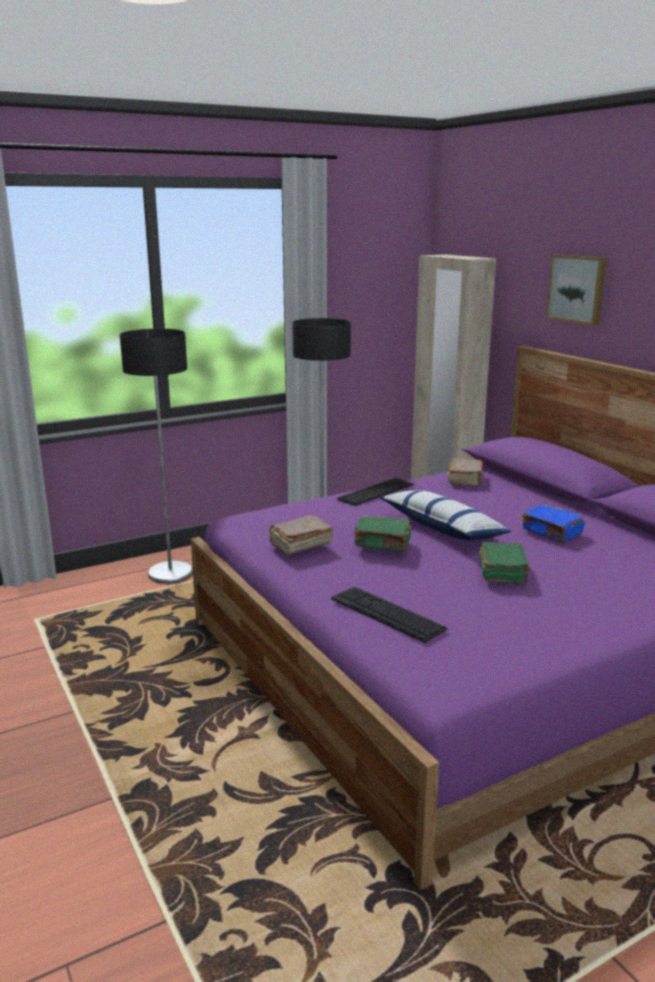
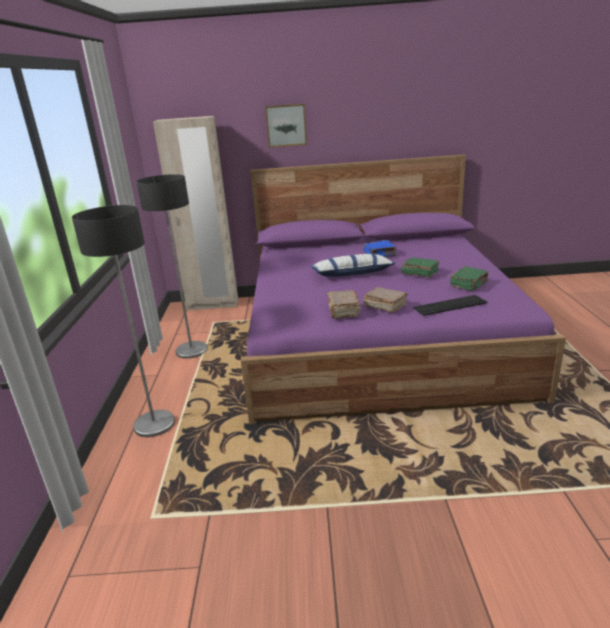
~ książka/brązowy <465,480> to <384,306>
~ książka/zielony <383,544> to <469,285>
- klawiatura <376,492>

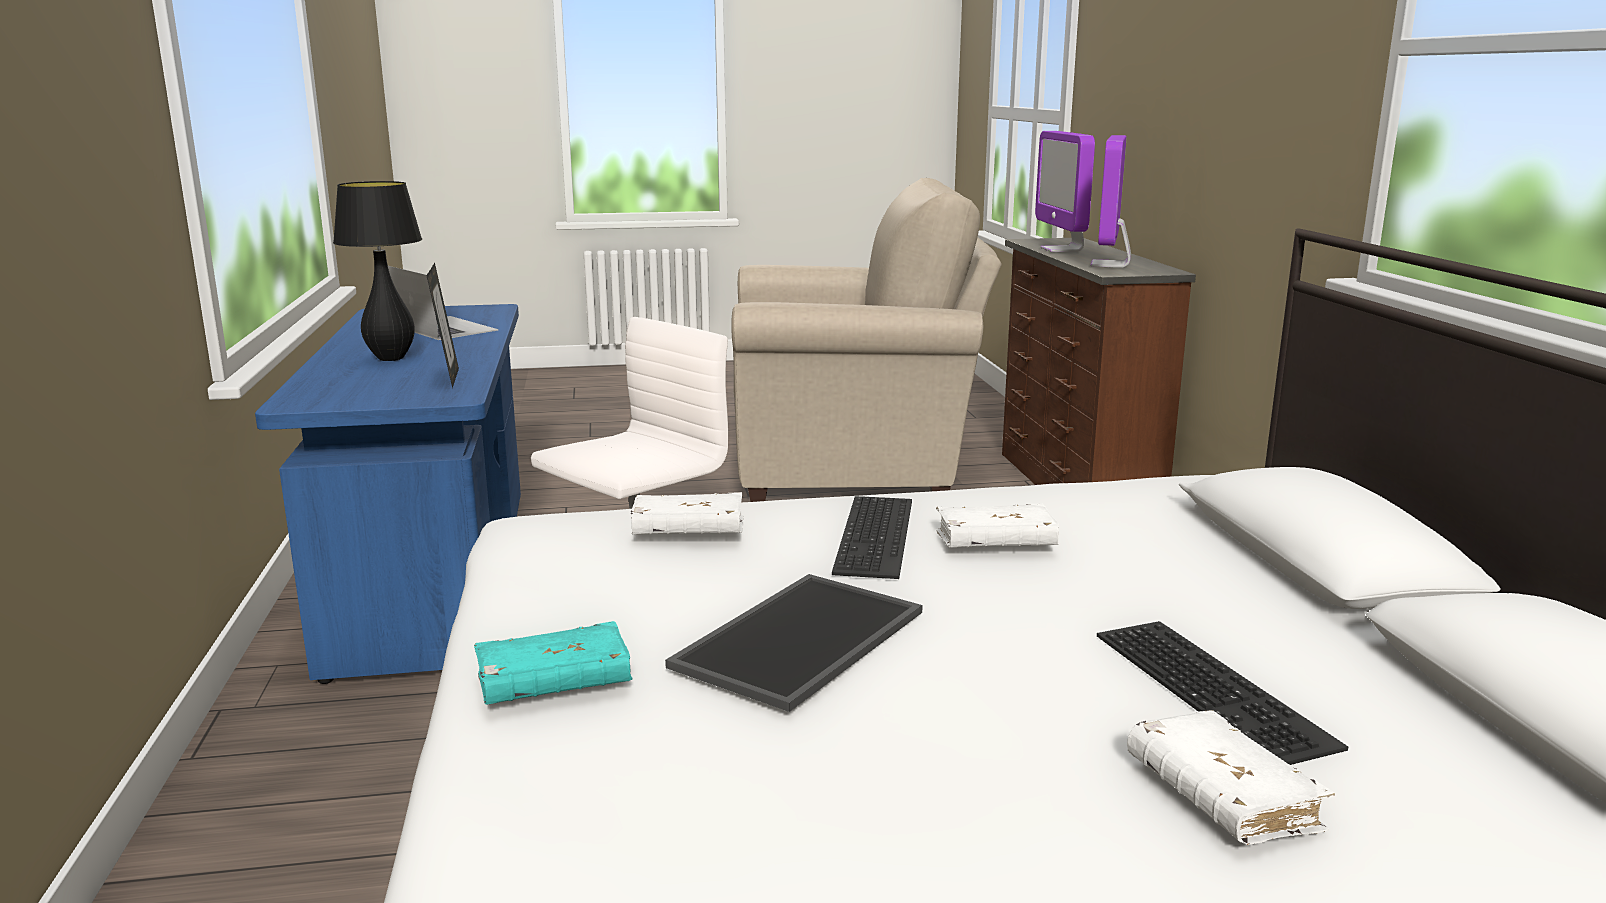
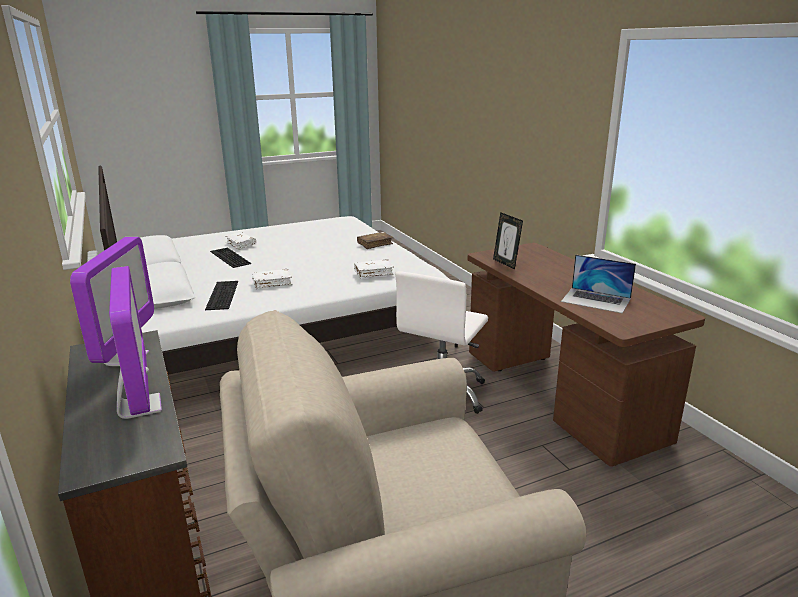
~ klawiatura <878,536> to <221,295>
~ książka/turkusowy <554,684> to książka/brązowy <375,244>
~ biurko/niebieski <434,577> to biurko/brązowy <558,395>
- lampa stołowa/czarny <391,358>
- taca <802,641>

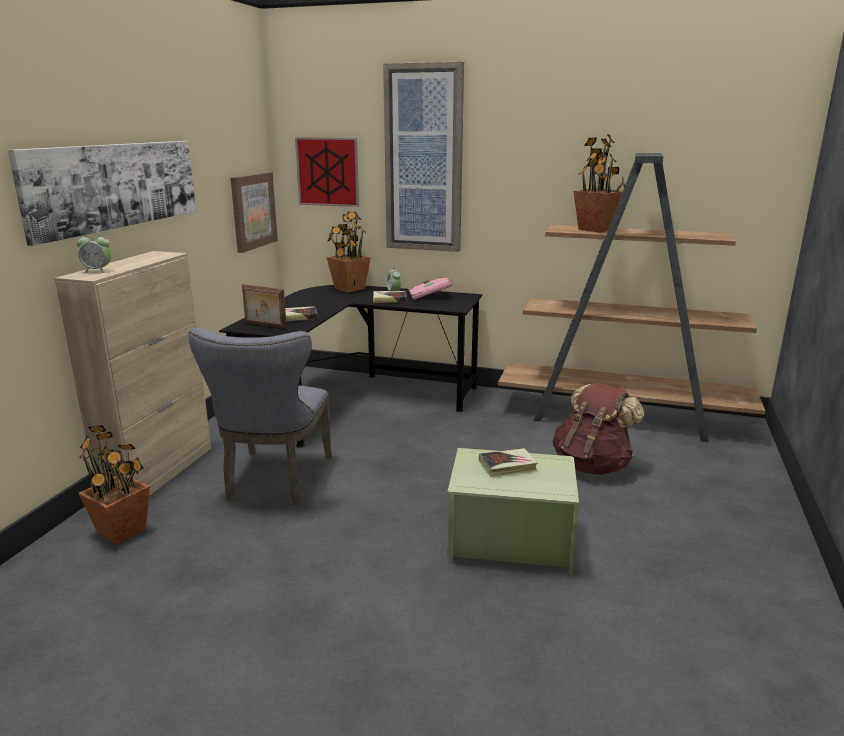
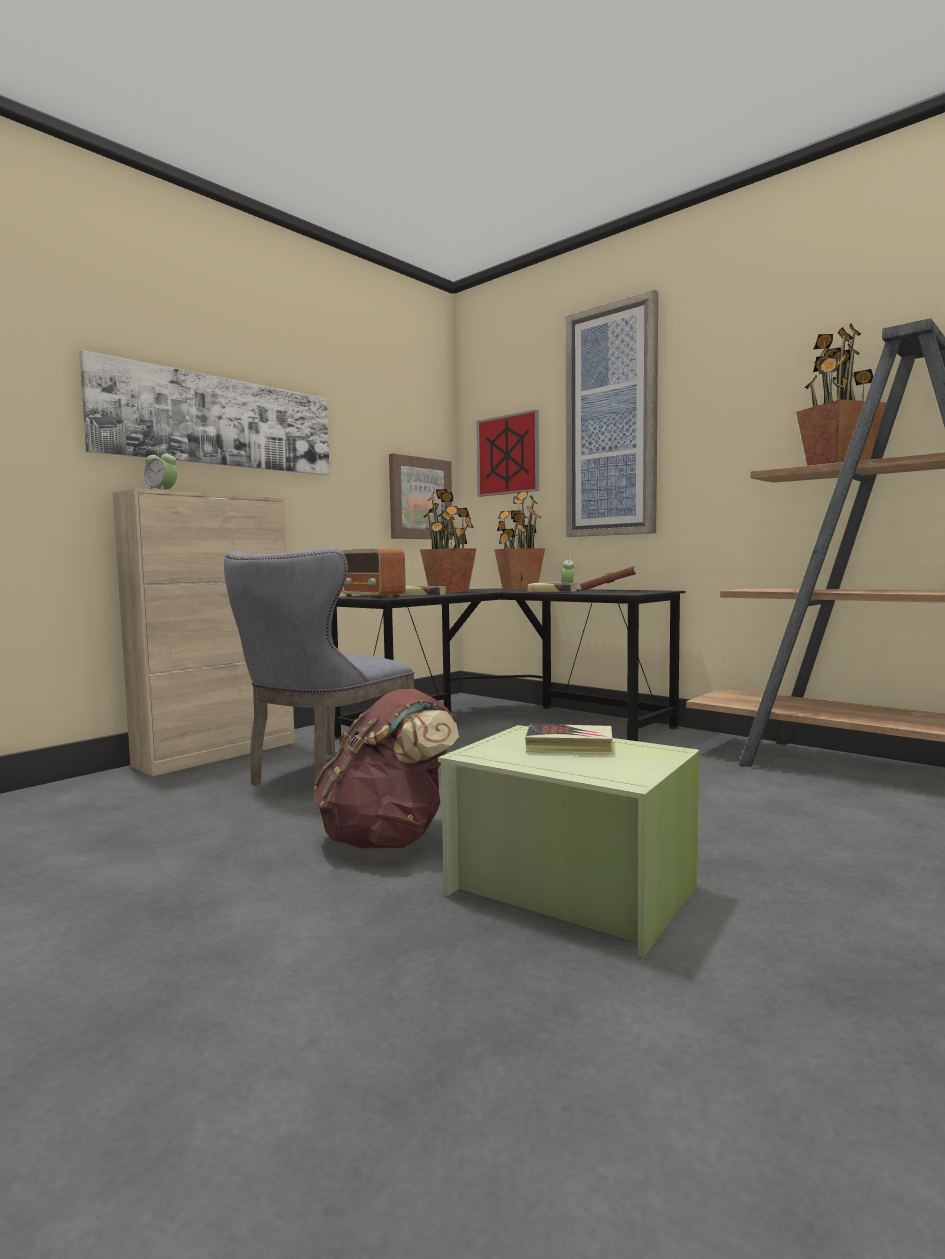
~ plecak/brązowy <592,465> to <388,839>
~ ramka na zdjęcie <265,325> to radio <372,596>
~ roślina doniczkowa <123,531> to <449,592>
~ książka/różowy <429,296> to książka/brązowy <608,590>

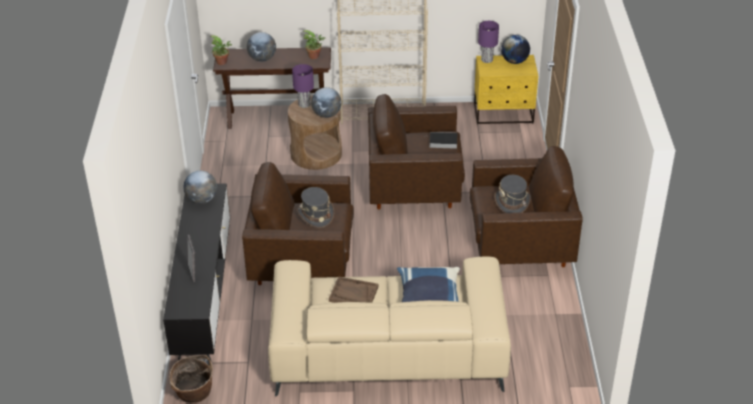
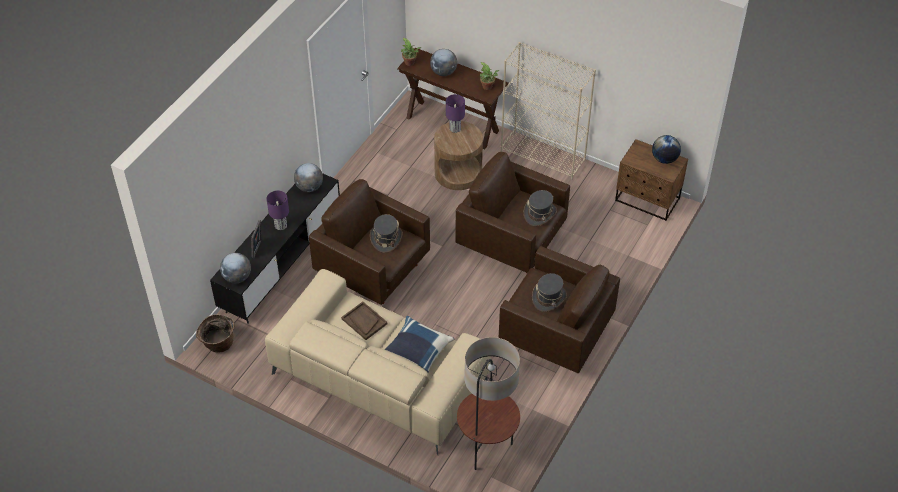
~ globus <327,114> to <237,277>
~ lampa stołowa/fioletowy <487,60> to <280,226>
+ lampa stojąca <487,450>
~ książka <442,142> to kapelusz/szary <540,214>
~ szafka nocna/żółty <504,114> to szafka nocna/brązowy <647,200>

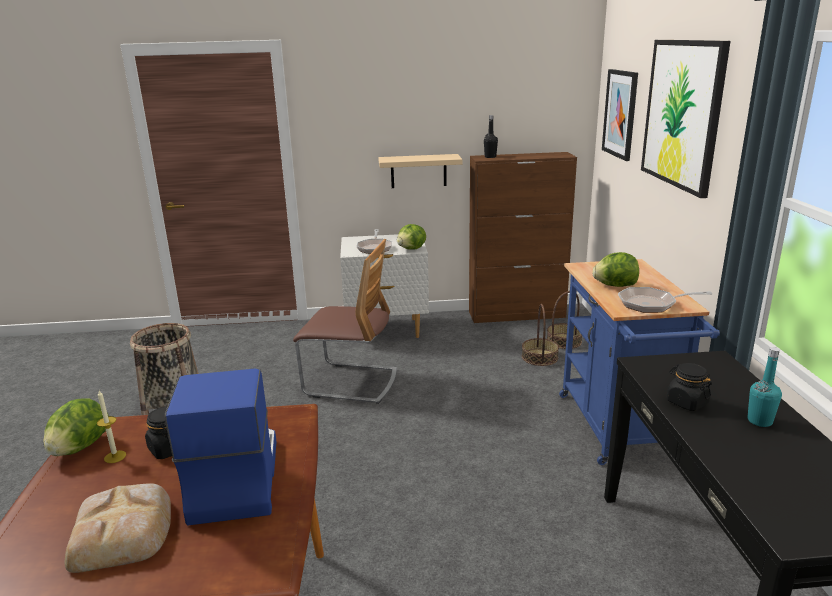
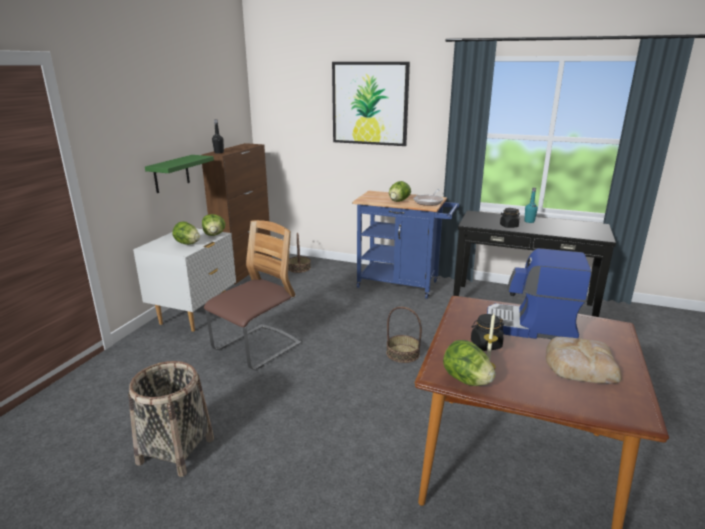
~ półka/beżowy <418,171> to półka/zielony <171,174>
~ patelnia <375,248> to sałata <187,244>
~ koszyk <540,357> to <403,353>
- obraz <620,114>

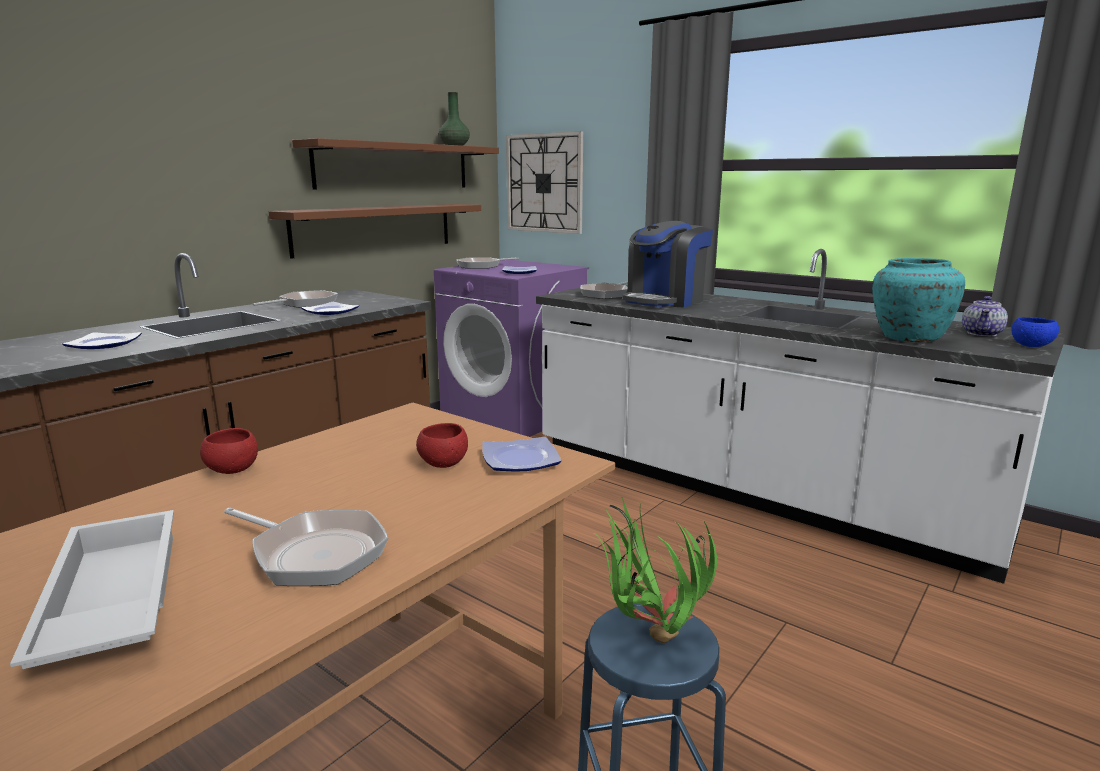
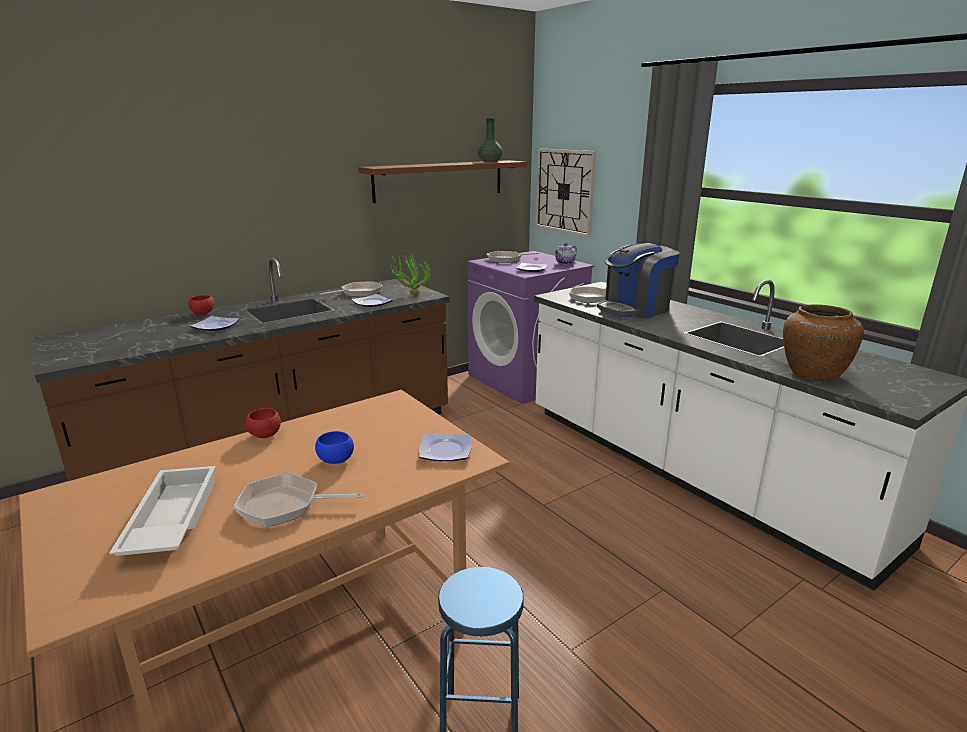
~ miska/czerwony <443,464> to <203,313>
~ patelnia <314,553> = <285,505> 135 degrees clockwise
~ miska/niebieski <1031,346> to <336,460>
~ roślina doniczkowa <648,641> to <410,295>
~ imbryk <982,333> to <565,263>
~ wazon/turkusowy <908,338> to wazon/brązowy <812,373>
- półka/brązowy <375,228>

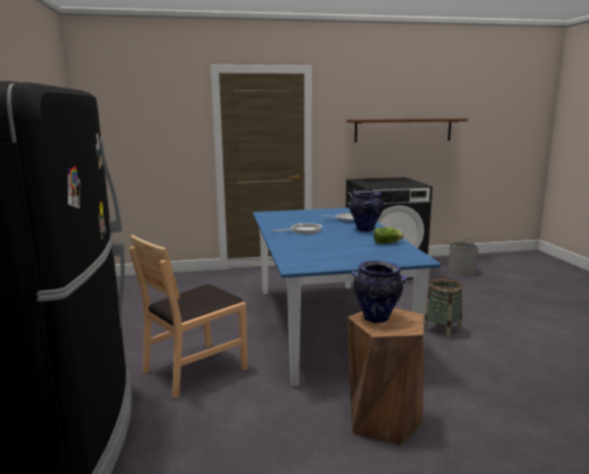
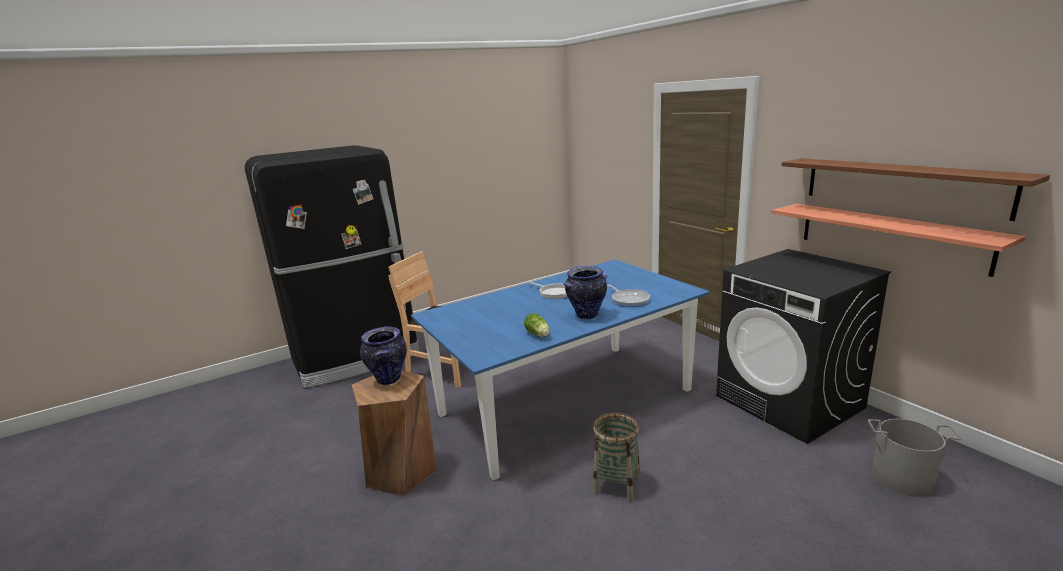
+ półka <889,236>

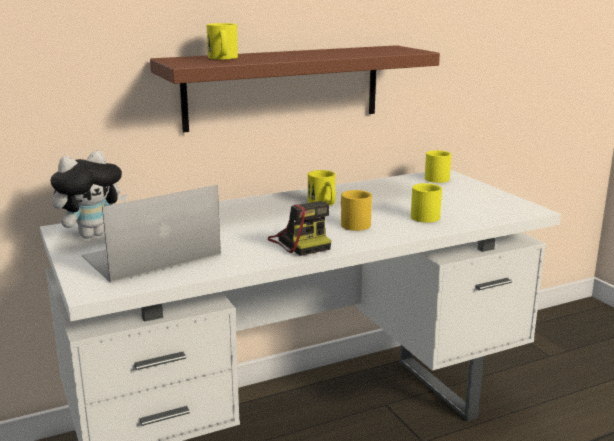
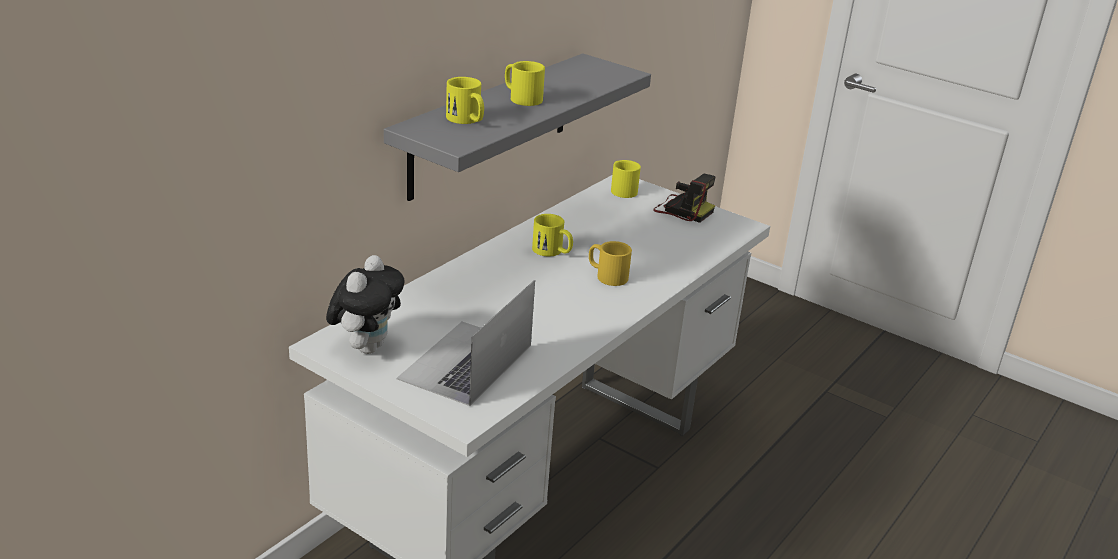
~ półka/brązowy <283,87> to półka/szary <491,125>
~ kubek/żółty <422,215> to <521,97>
~ aparat fotograficzny <300,243> to <682,210>

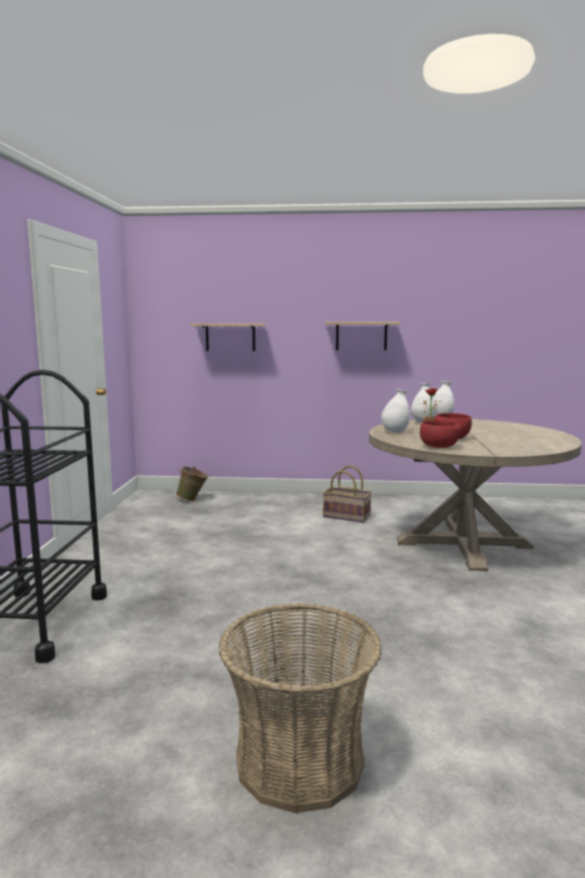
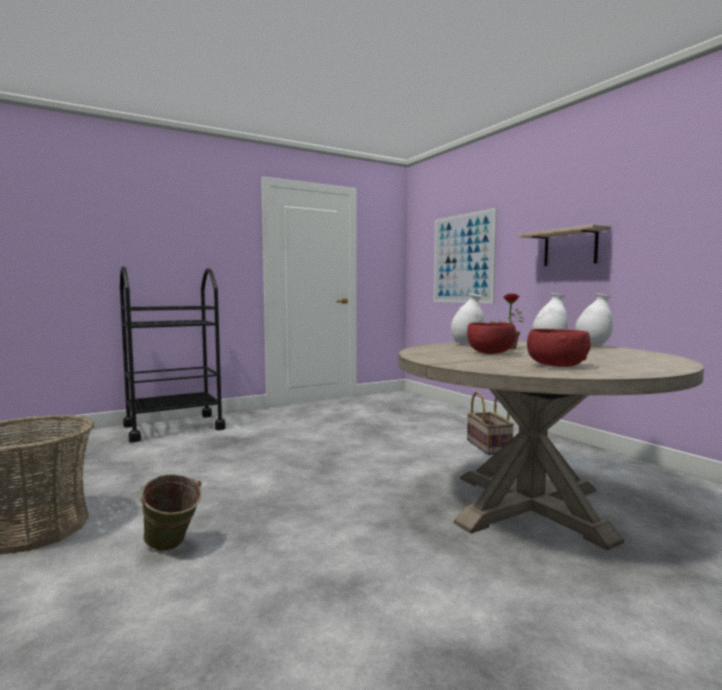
~ wiadro/zielony <193,500> to <171,548>
~ półka <230,337> to obraz <462,258>
~ miska/czerwony <438,447> to <556,366>

